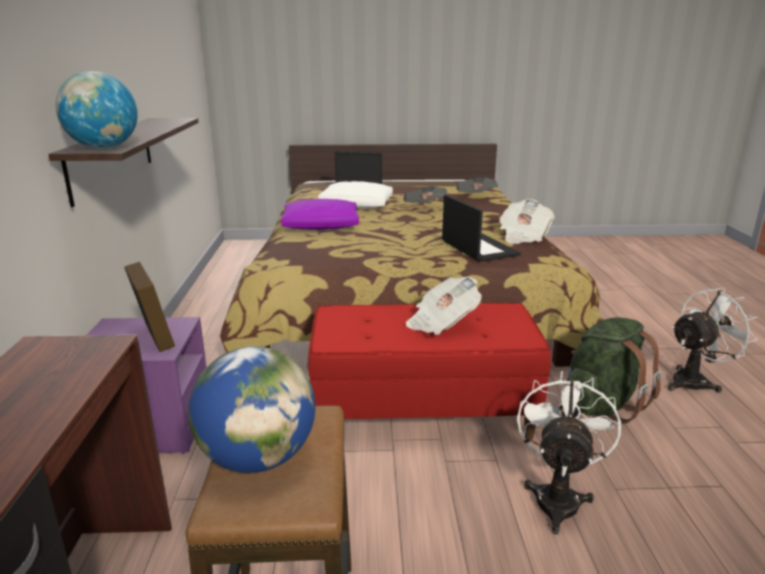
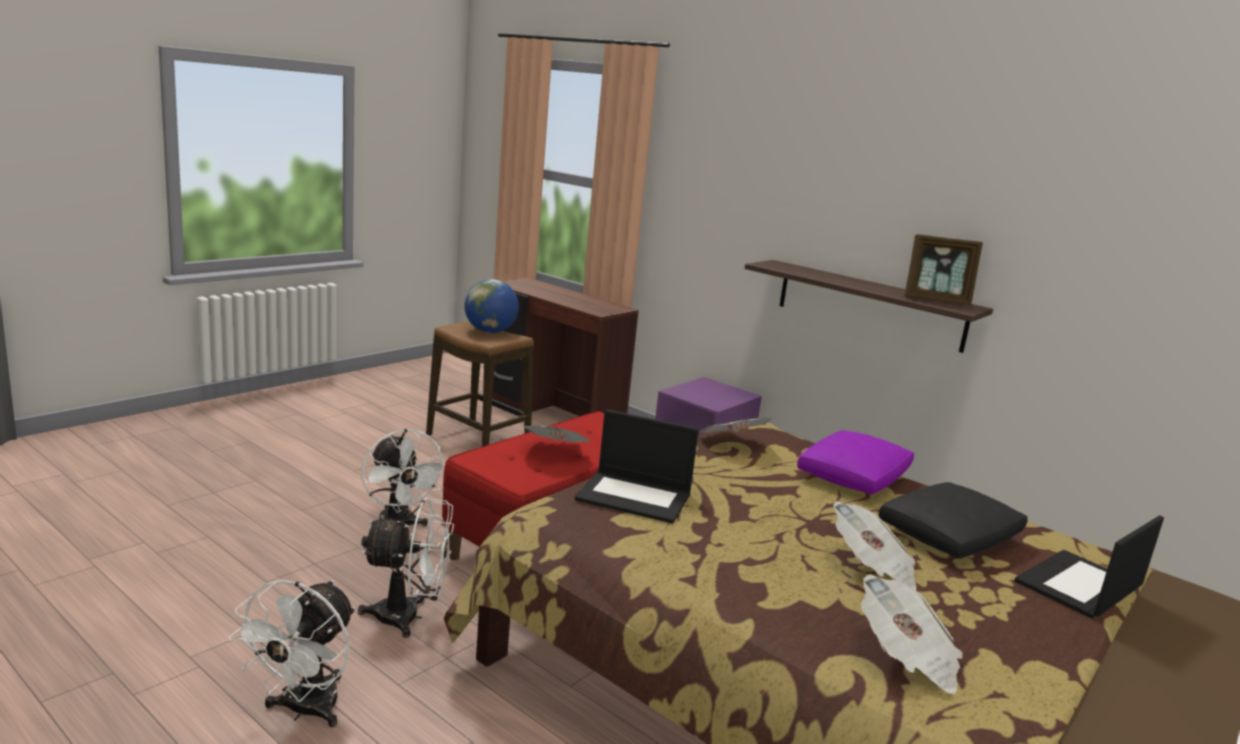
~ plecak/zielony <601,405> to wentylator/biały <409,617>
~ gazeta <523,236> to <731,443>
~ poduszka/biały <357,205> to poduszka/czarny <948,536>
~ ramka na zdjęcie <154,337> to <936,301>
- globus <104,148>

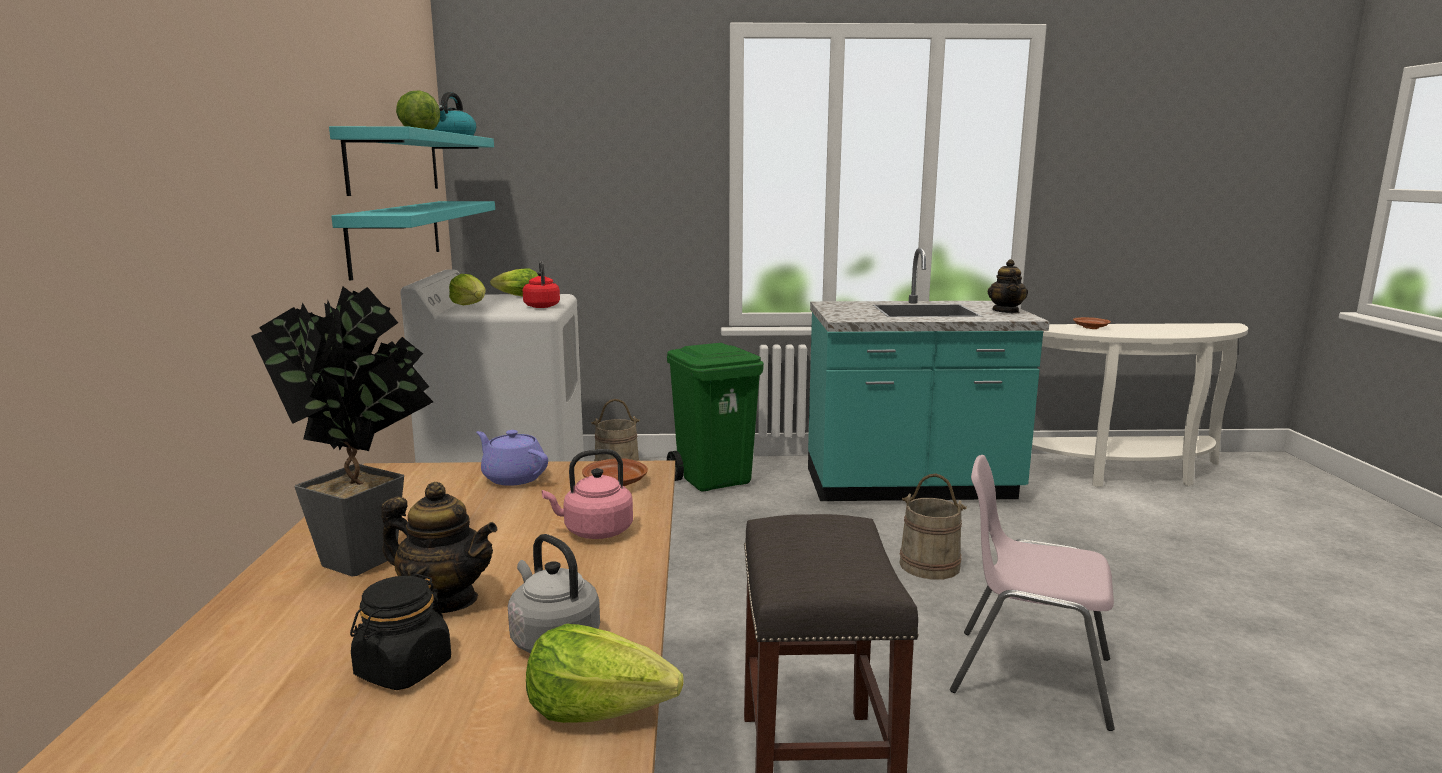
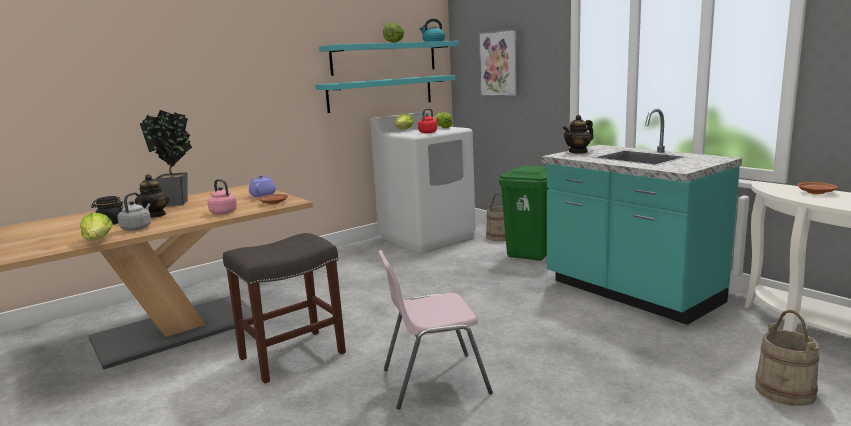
~ krzesło/różowy <1028,675> = <433,381> 90 degrees counterclockwise
+ obraz <500,63>
~ imbryk <1006,311> to <578,152>
~ wiadro/beżowy <929,565> to <785,390>

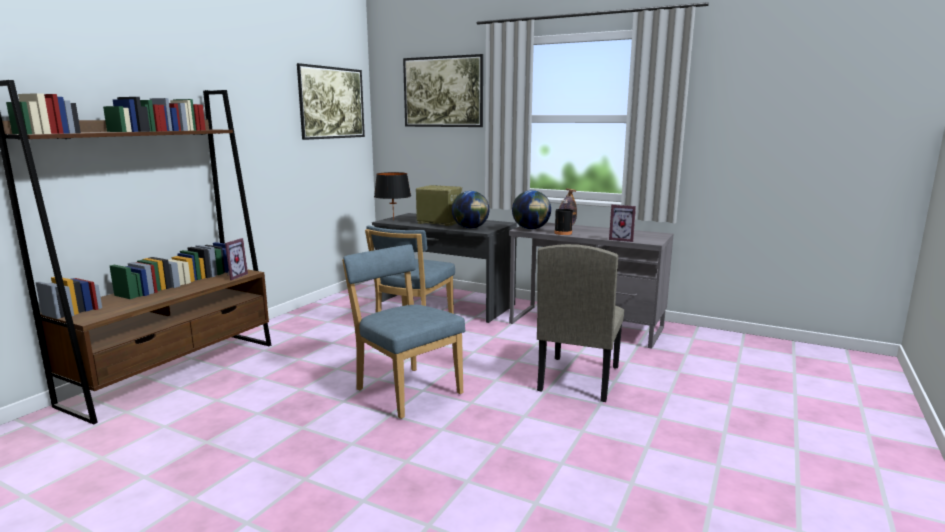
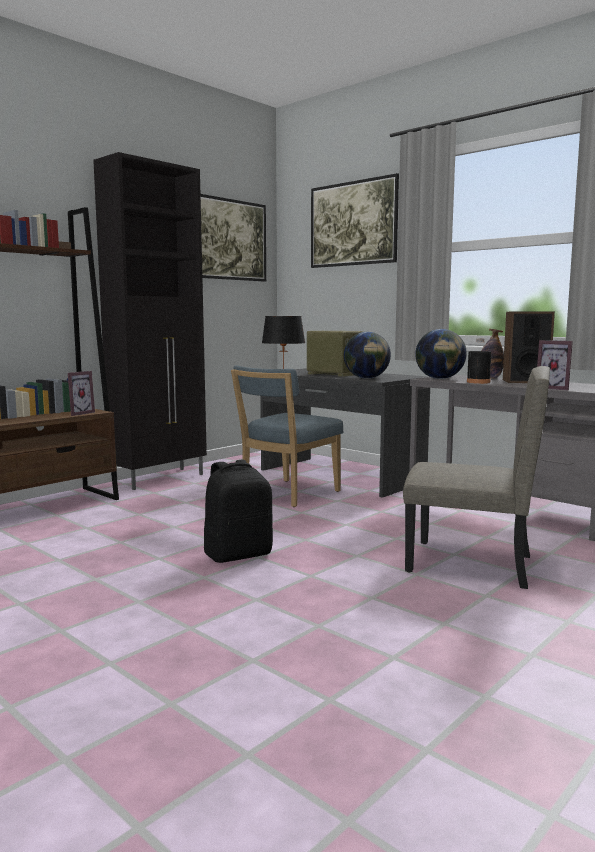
+ szafka/czarny <161,478>
~ krzesło/niebieski <405,390> to plecak/czarny <238,554>
~ krzesło/beżowy <578,378> = <469,564> 105 degrees counterclockwise
+ głośnik <525,381>

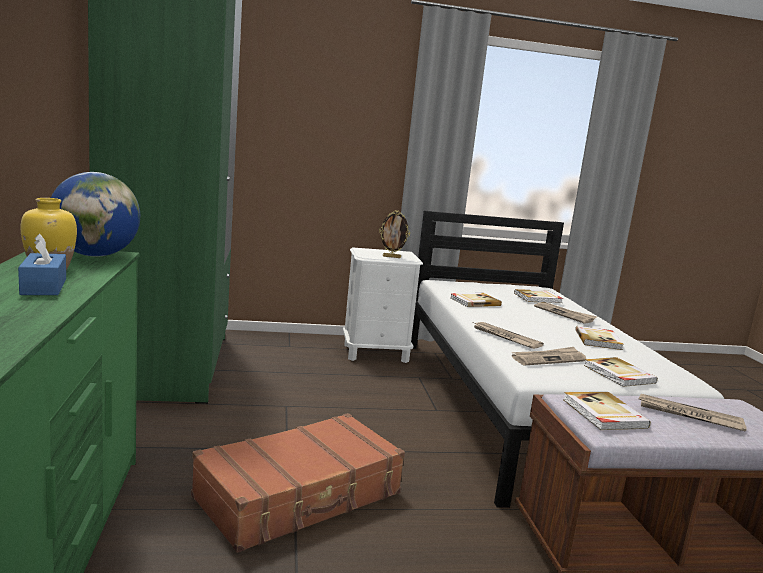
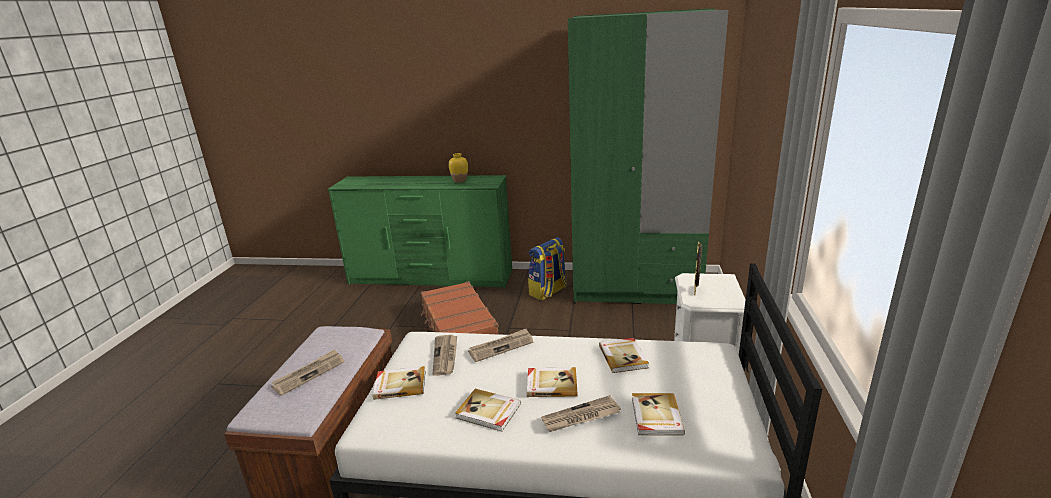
~ książka <603,414> to <551,384>
+ plecak <548,292>
- pudełko chusteczek/niebieski <44,287>
- globus <95,255>

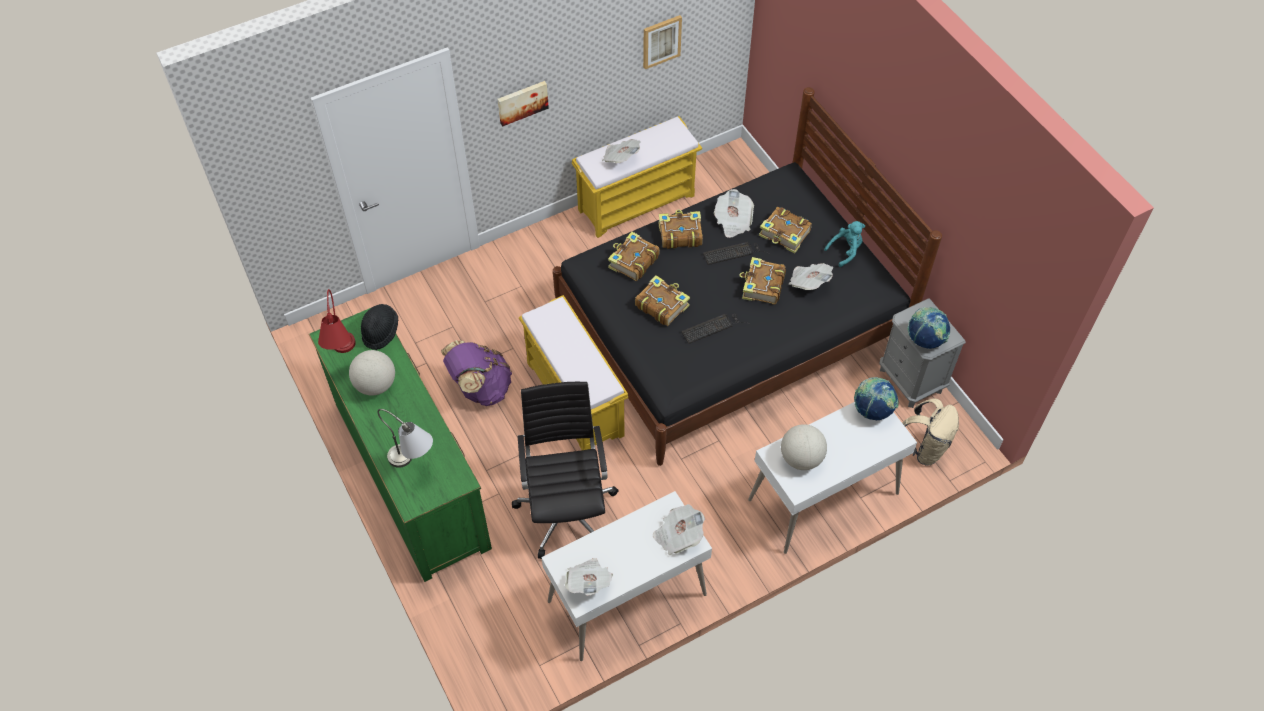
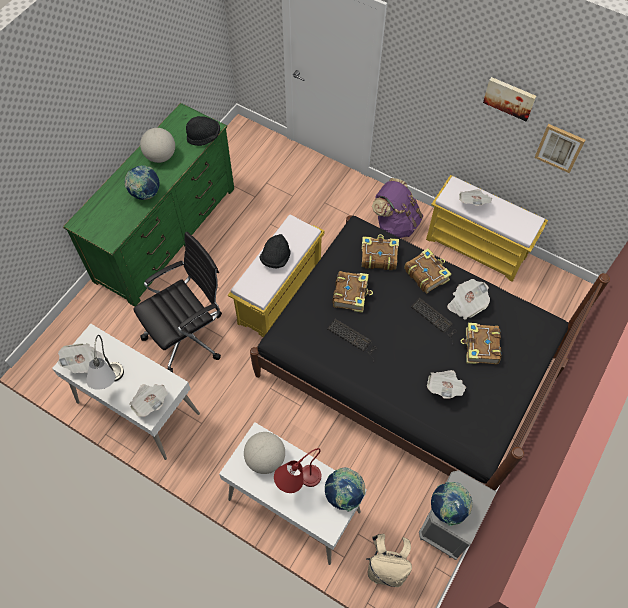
~ lampa stołowa/szary <414,464> to <111,385>
+ globus <145,194>
+ kapelusz/czarny <275,258>
~ lampa stołowa/czerwony <343,356> to <297,484>
~ plecak/fioletowy <480,388> to <395,224>
~ obraz <522,102> to <509,98>
- książka <762,286>
- pluszak/turkusowy <845,251>

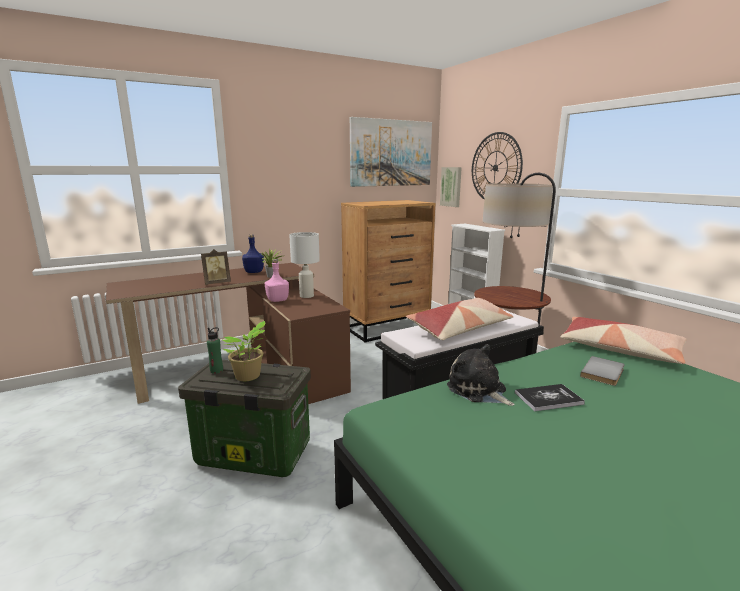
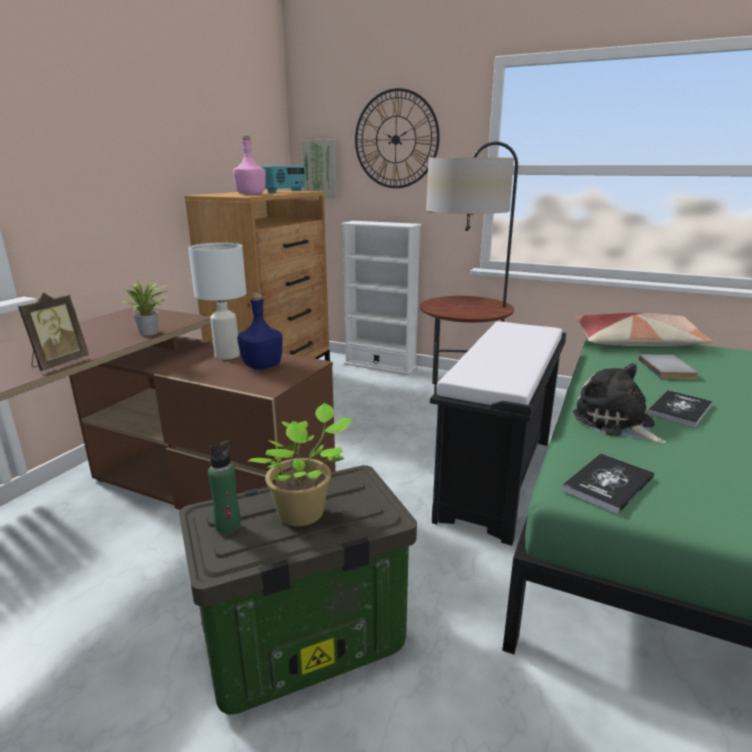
~ butelka/różowy <278,300> to <251,194>
~ butelka/niebieski <253,272> to <261,366>
+ radio <285,191>
+ książka <608,484>
~ pluszak <478,390> = <616,423> 45 degrees clockwise
- obraz <391,153>
- poduszka <460,329>

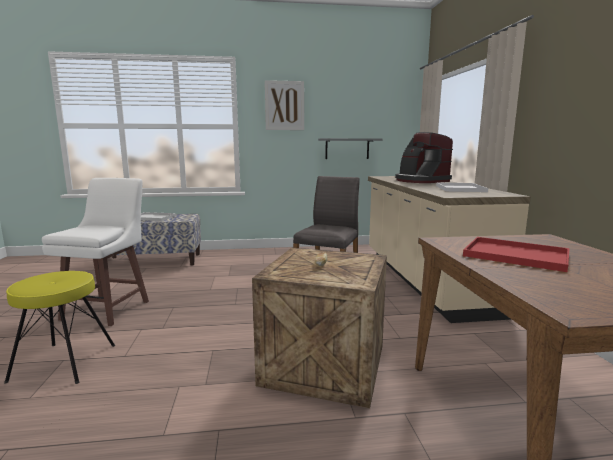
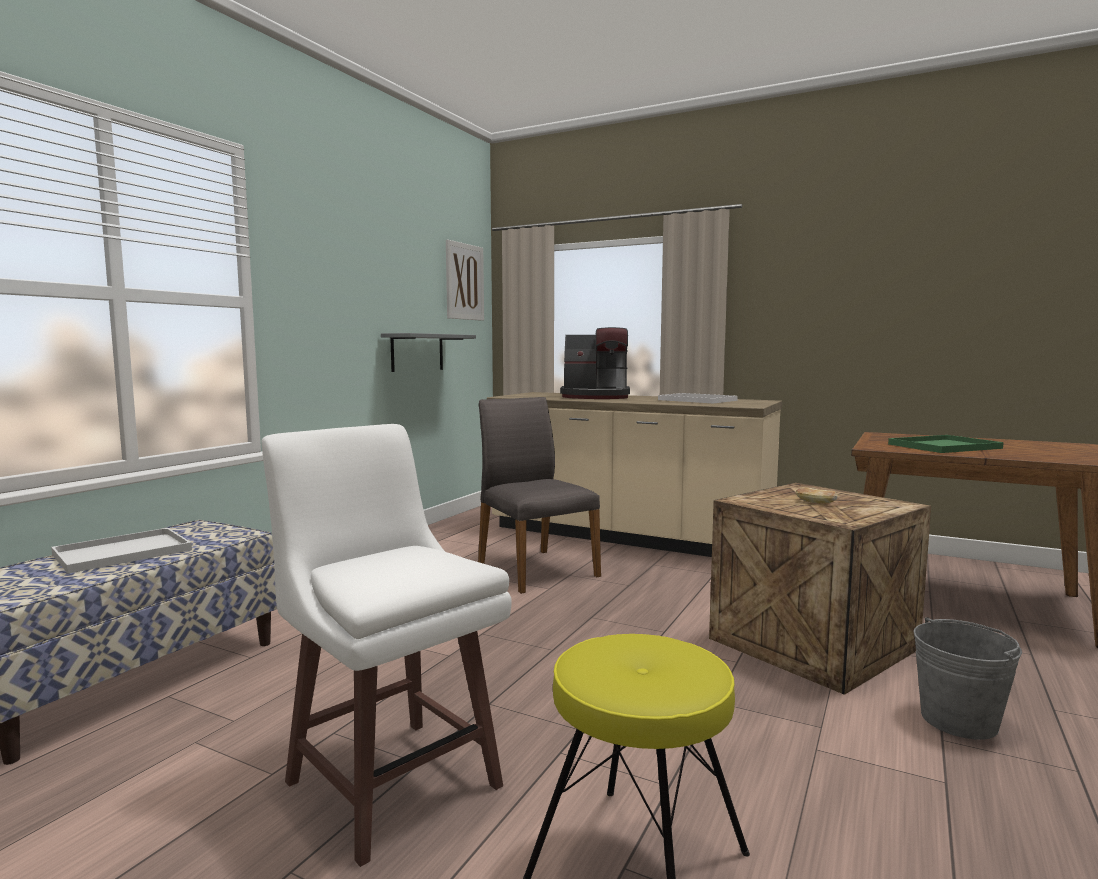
~ obraz <284,105> to <464,282>
~ taca/czerwony <518,255> to taca/zielony <944,446>
+ wiadro/szary <959,720>

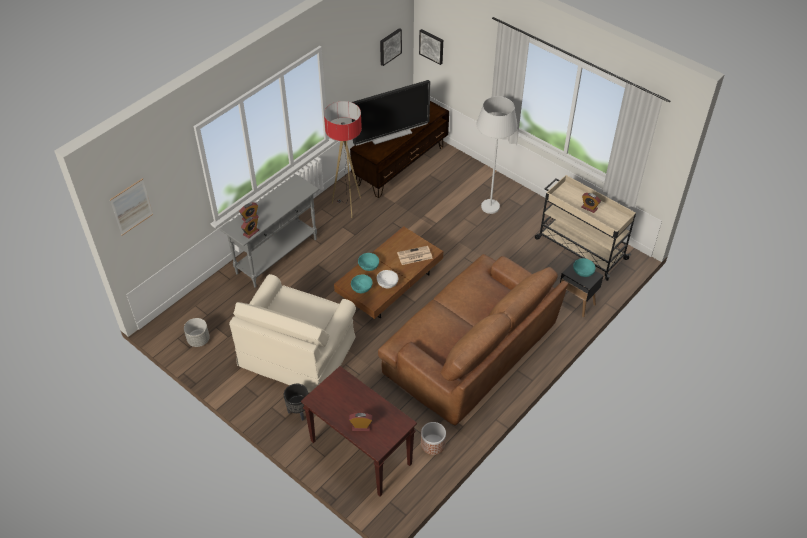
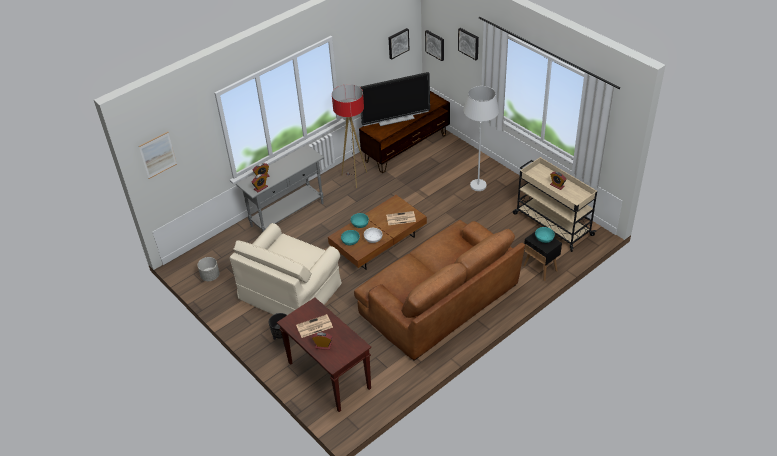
+ gazeta <314,326>
+ obraz <469,43>
- donica <433,444>

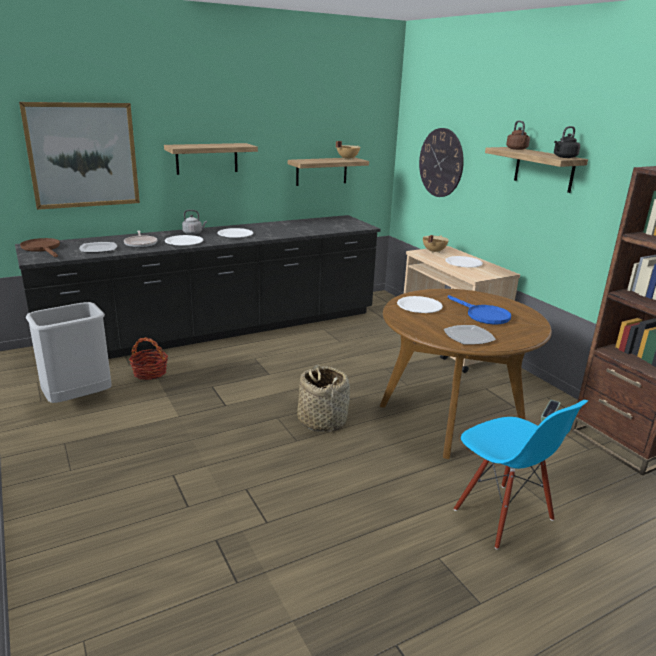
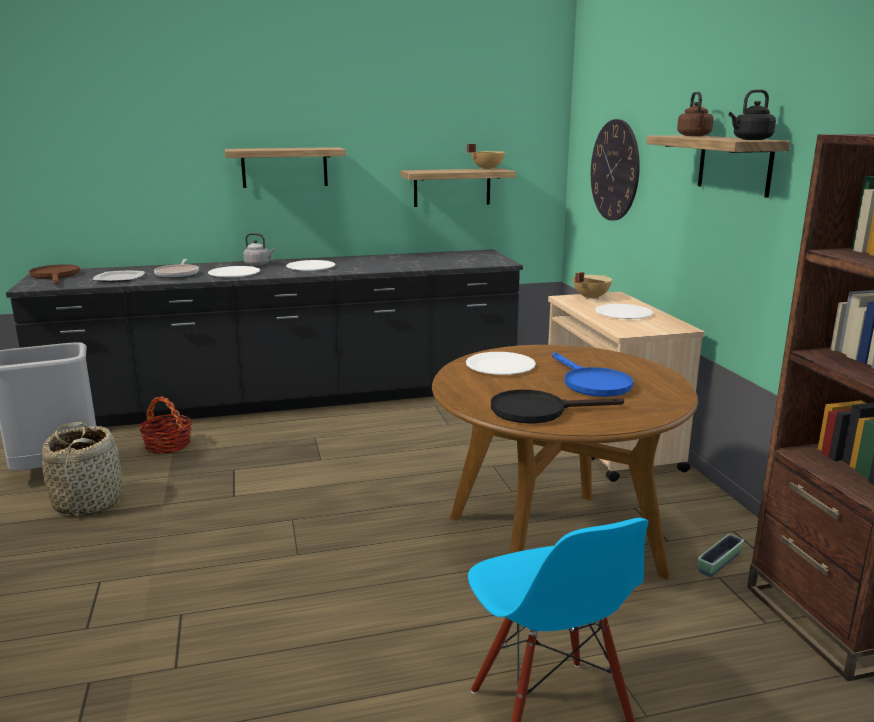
~ koszyk <322,420> to <89,502>
~ talerz <468,336> to patelnia/czarny <538,411>
- obraz <83,155>

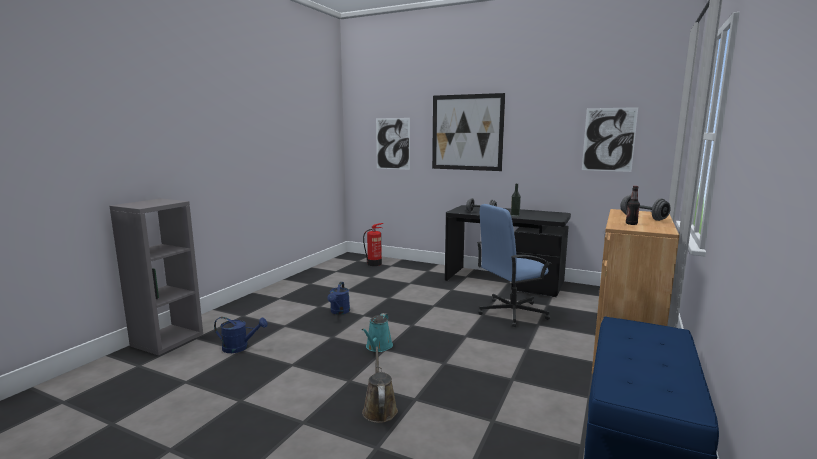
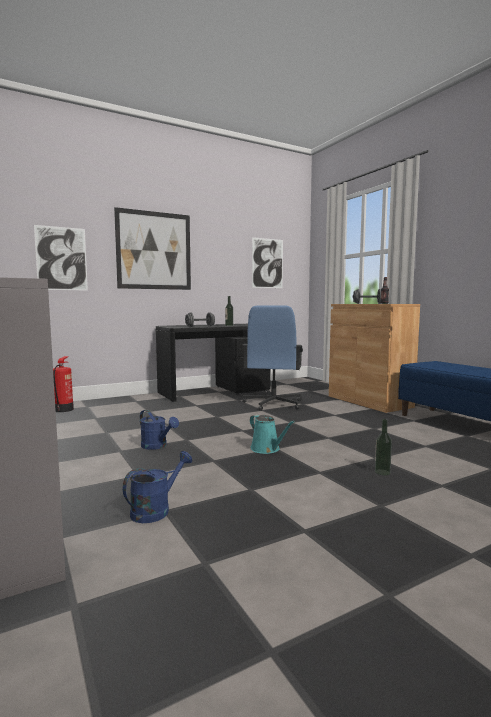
~ konewka/brązowy <379,409> to butelka <382,472>

